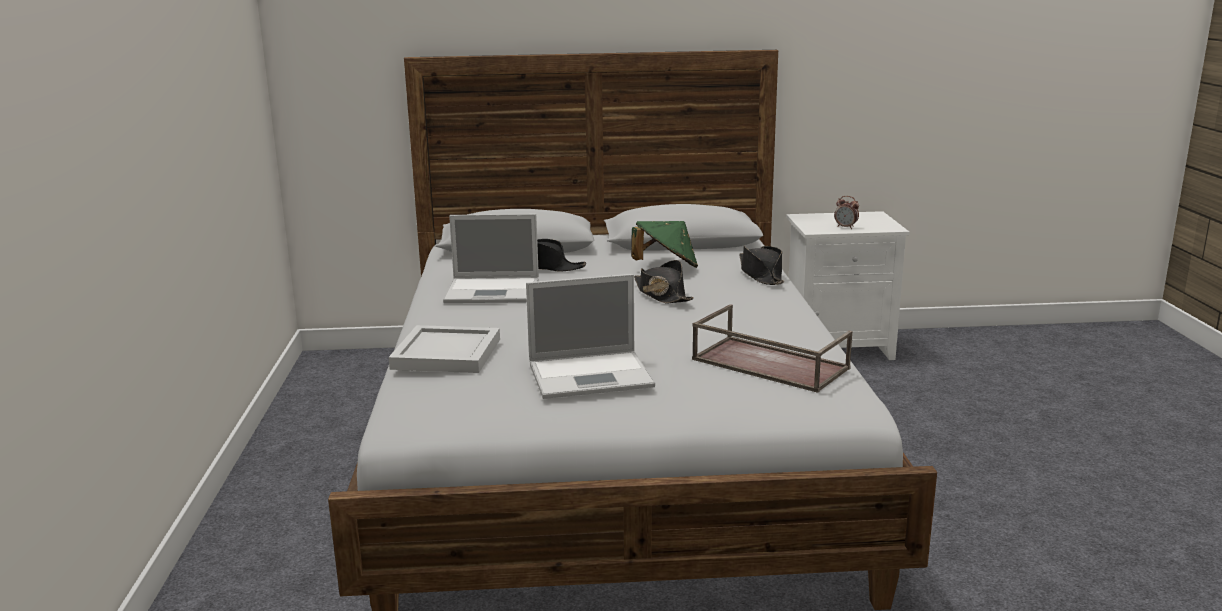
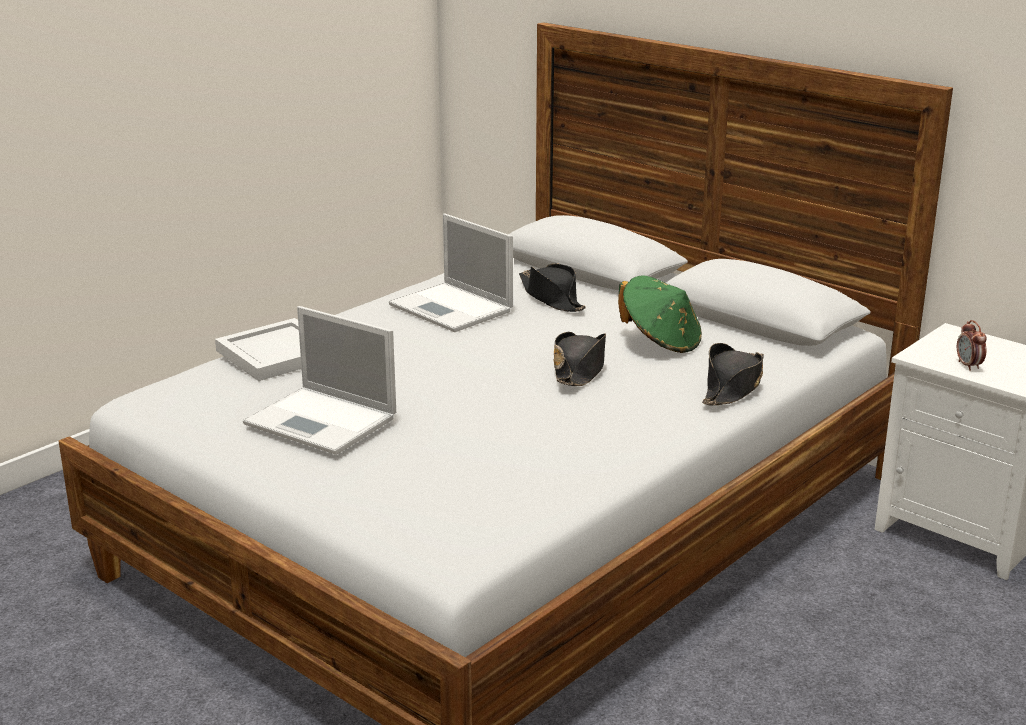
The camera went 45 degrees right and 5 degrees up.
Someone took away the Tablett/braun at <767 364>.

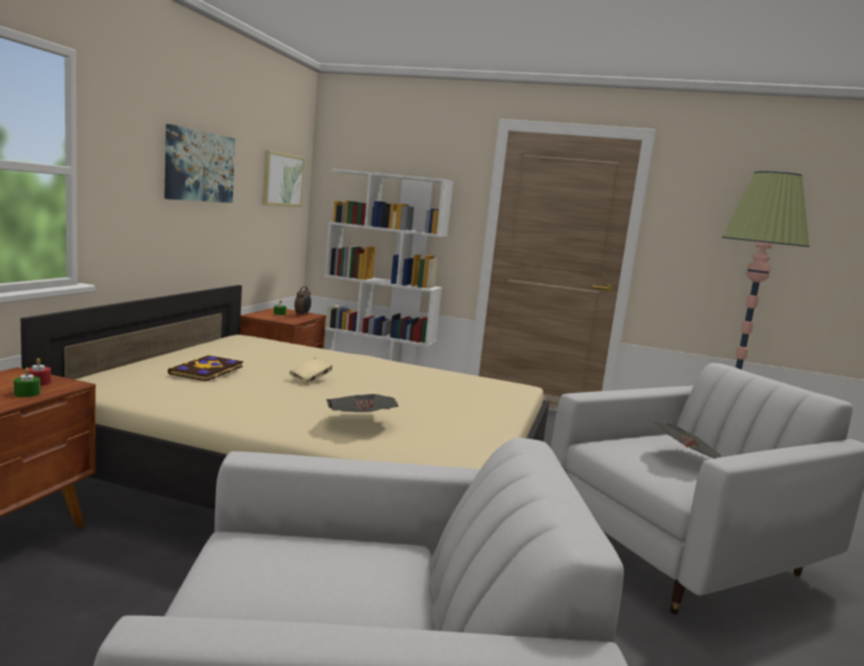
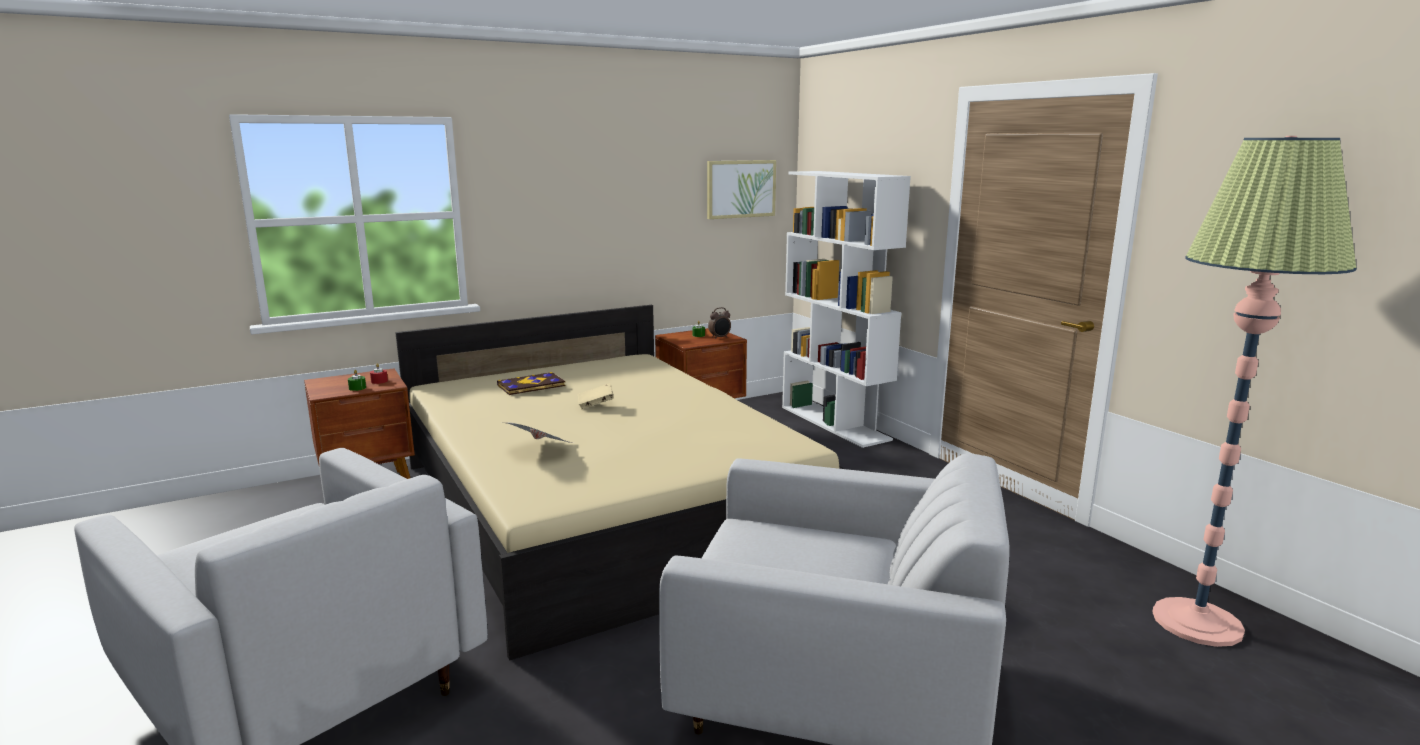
The camera went 45 degrees right and 5 degrees up.
Someone took away the Bild at <199 166>.
Someone took away the Zeitung at <687 460>.

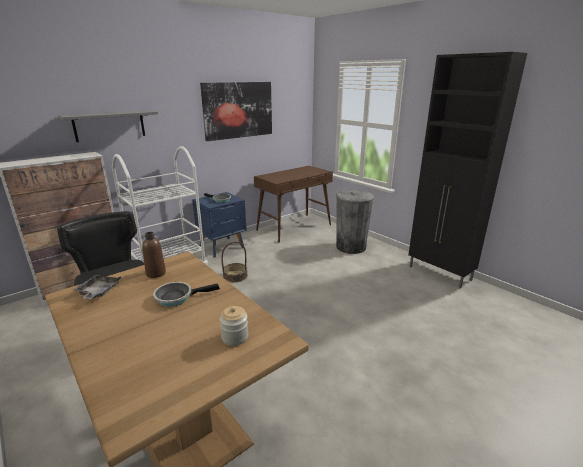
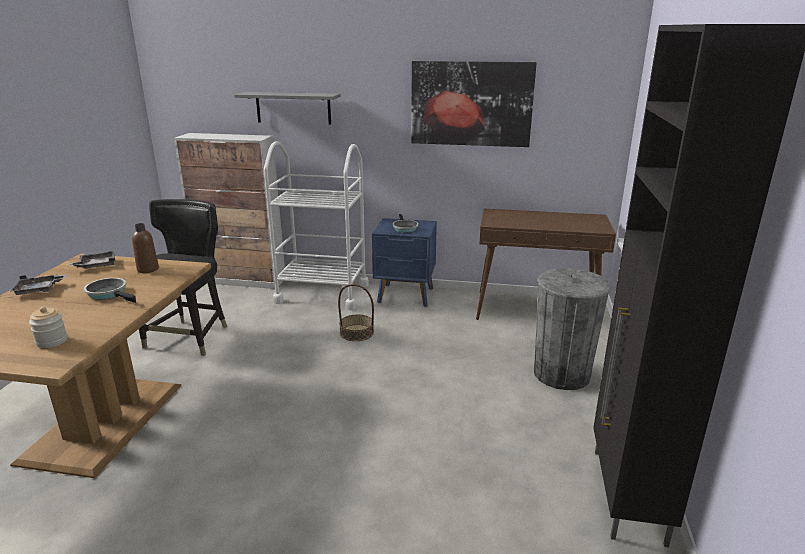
The camera went 50 degrees right and 0 degrees up.
Someone put down the Tablett/grau at <39 290>.

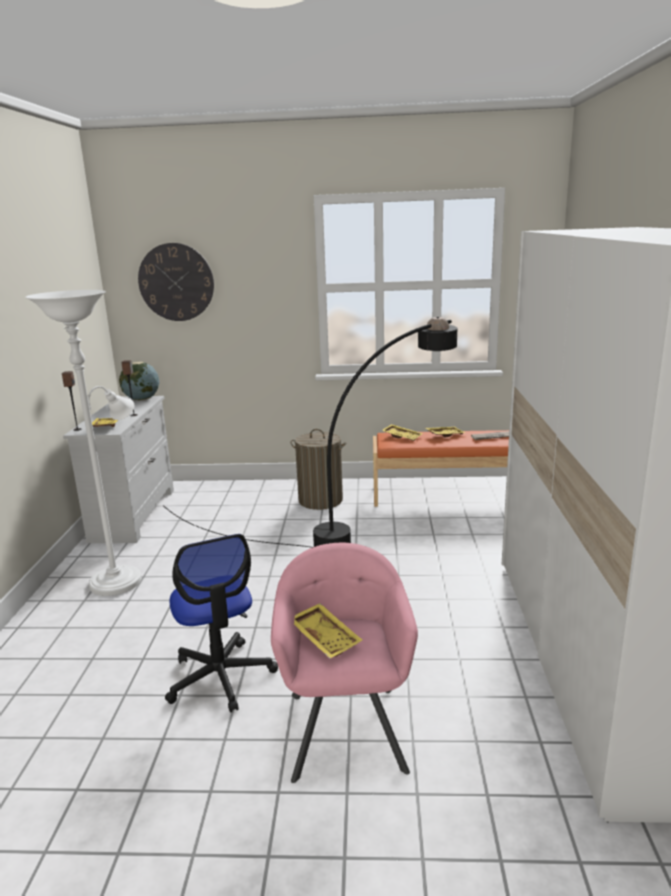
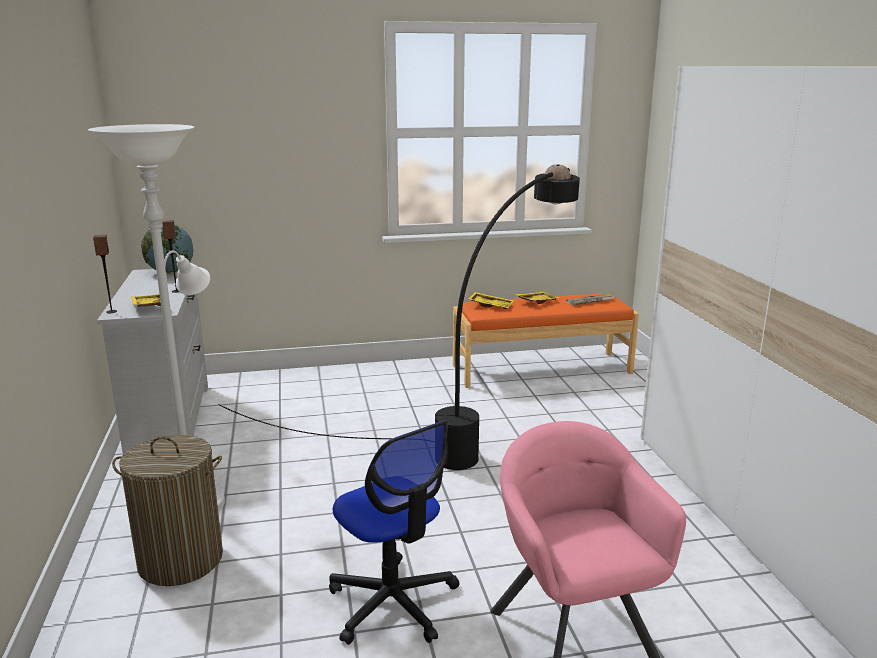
The camera went 15 degrees left and 0 degrees up.
Someone took away the Wanduhr at <176 282>.
Someone carried the Wäschekorb from <320 500> to <181 560>.
Someone took away the Tablett/gelb at <326 637>.

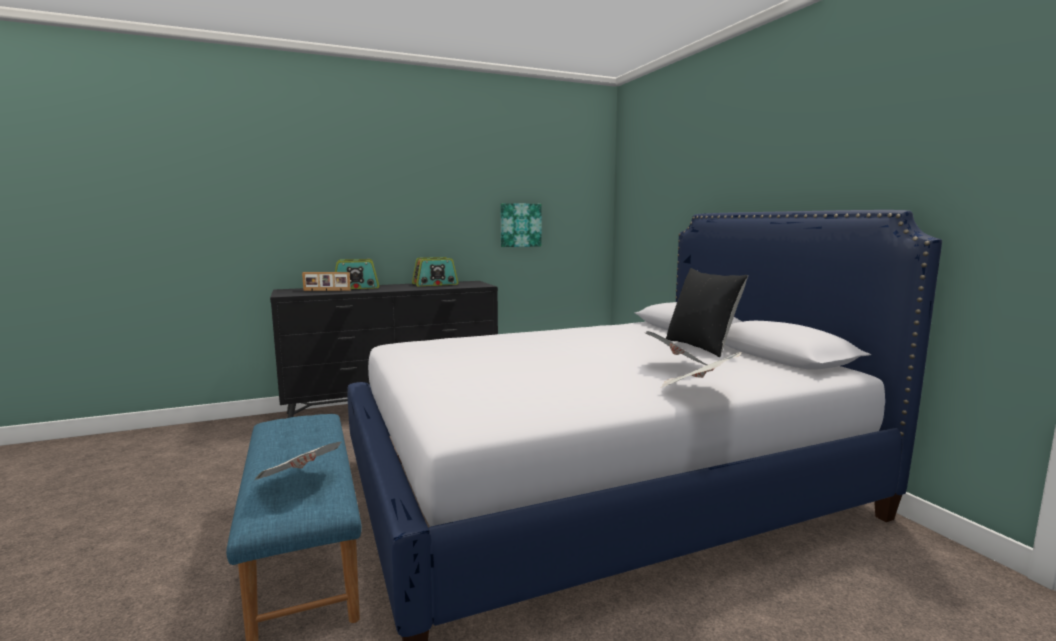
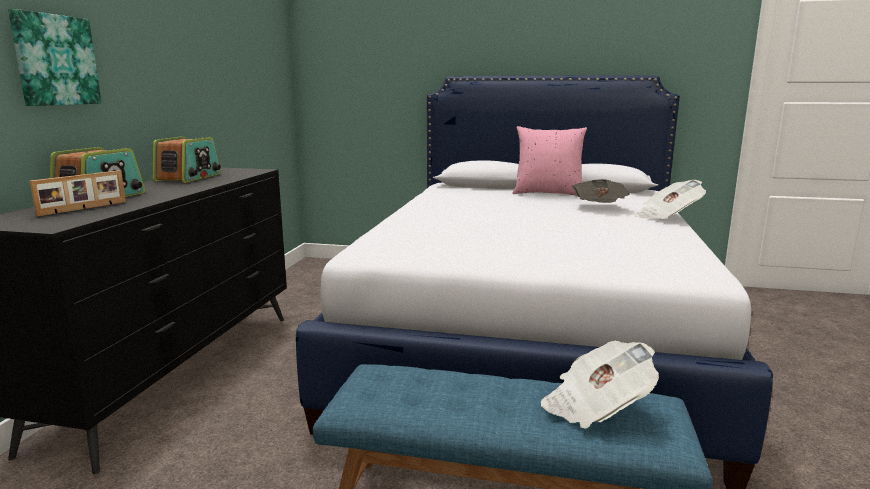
The camera went 55 degrees left and 5 degrees up.
Someone carried the Bild from <520 225> to <54 60>.
Someone repainted the Kissen/schwarz at <701 347>, which became the Kissen/rosa at <547 193>.

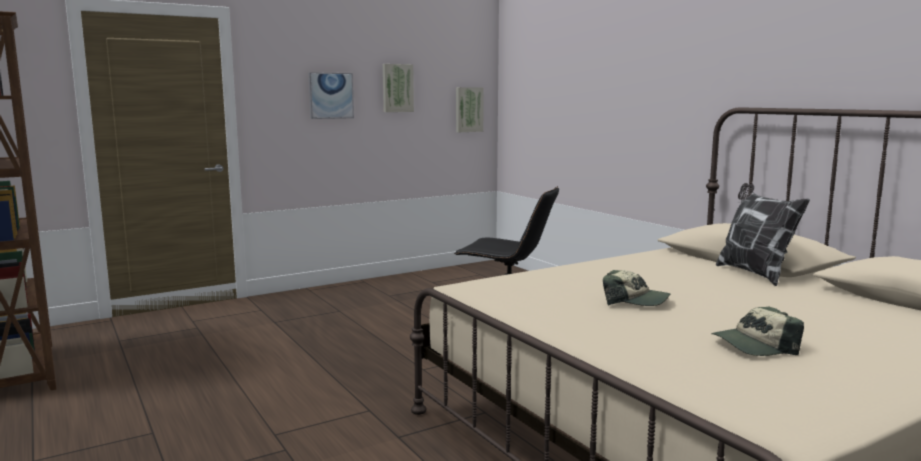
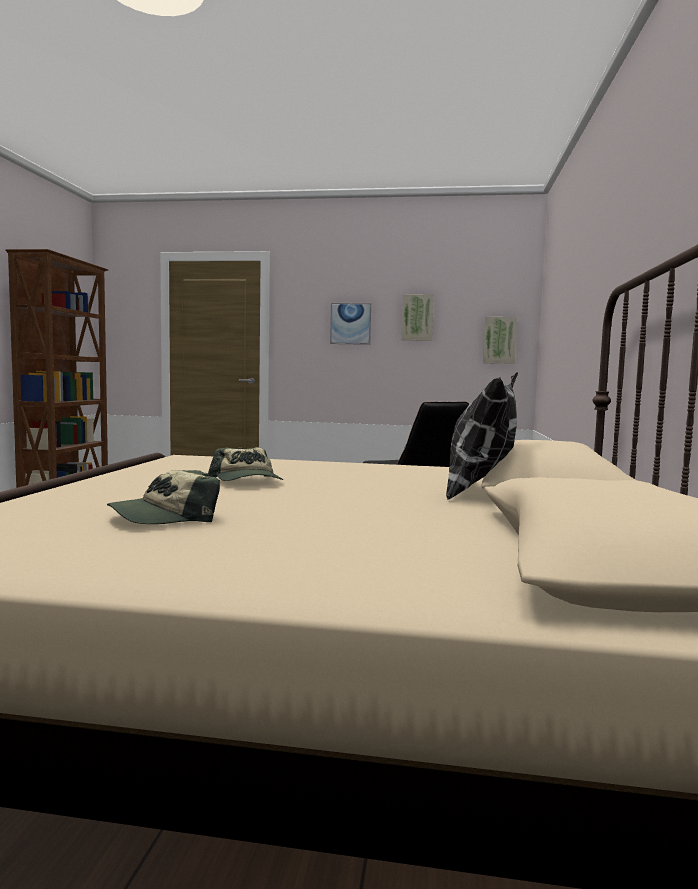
The camera went 40 degrees right and 5 degrees down.
Someone rotated the Kappe at <754 346> by 60 degrees counterclockwise.

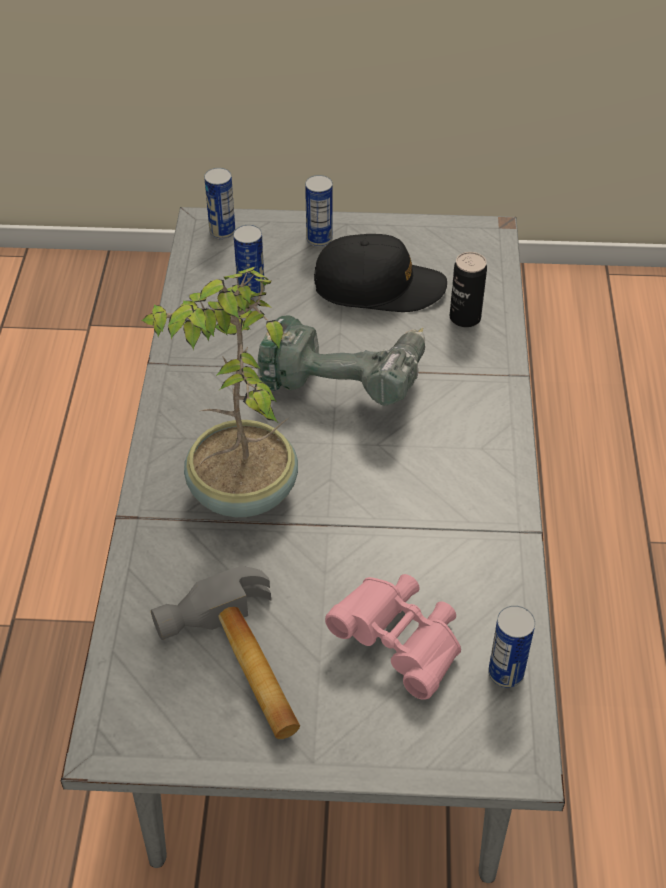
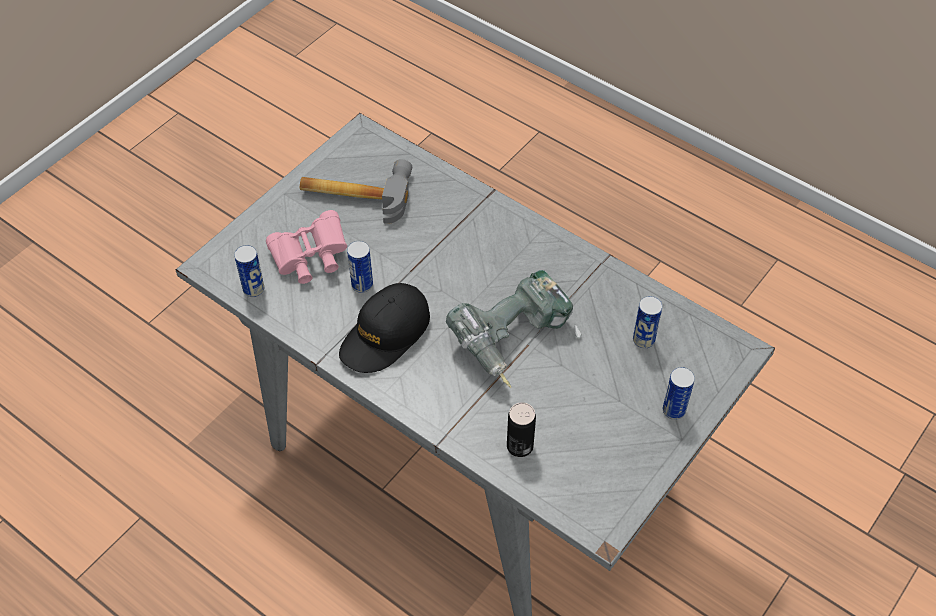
The camera went 125 degrees right and 5 degrees up.
Someone carried the Dose from <222 231> to <362 285>.
Someone carried the Kappe/schwarz from <378 287> to <385 335>.
Someone took away the Topfpflanze at <240 493>.

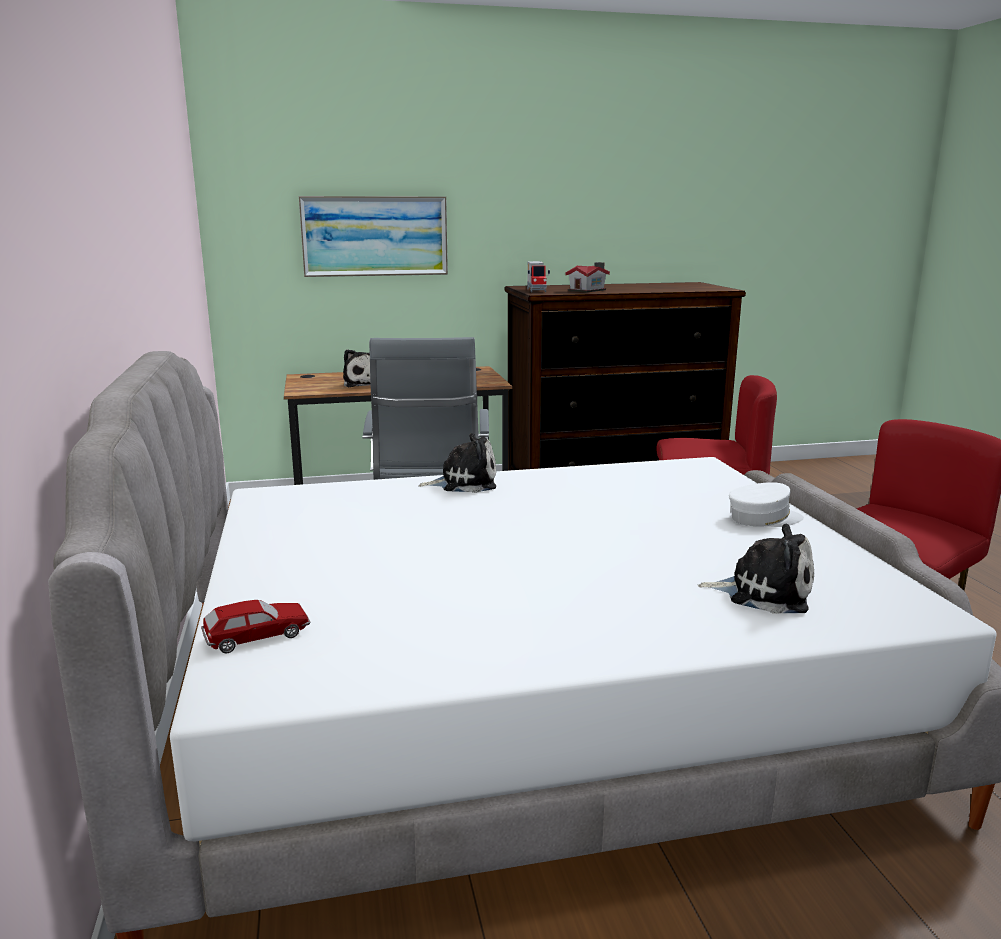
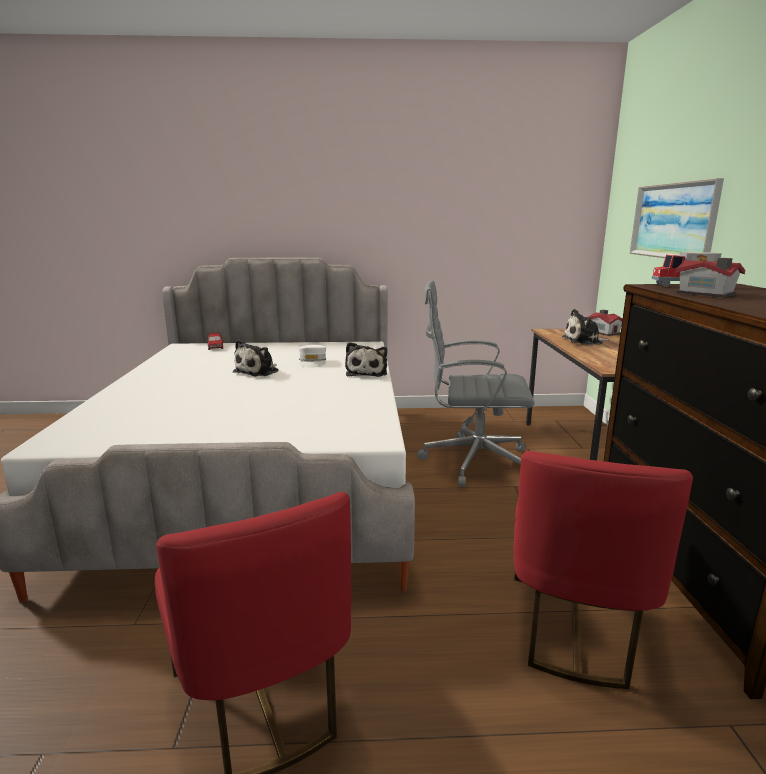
The camera went 100 degrees right and 0 degrees up.
Someone carried the Kappe/weiß from <764 518> to <312 362>.
Someone carried the Plüschtier from <764 592> to <258 371>.
Someone put down the Spielzeughaus at <604 332>.

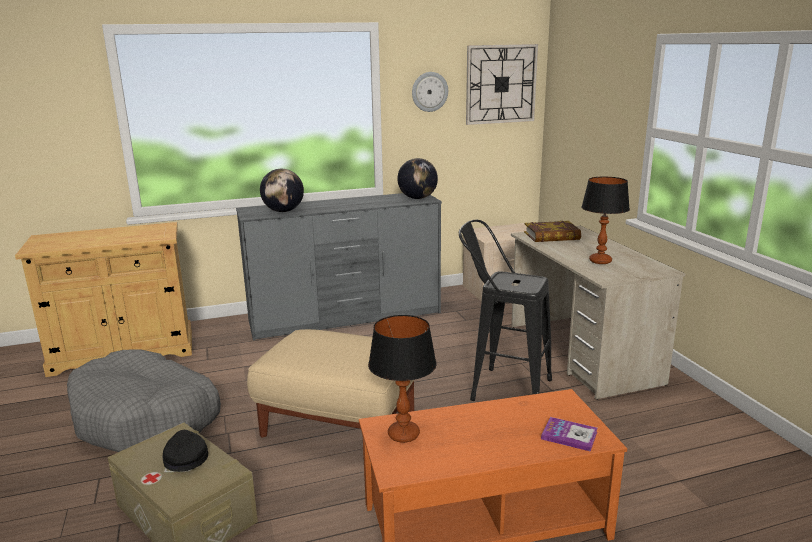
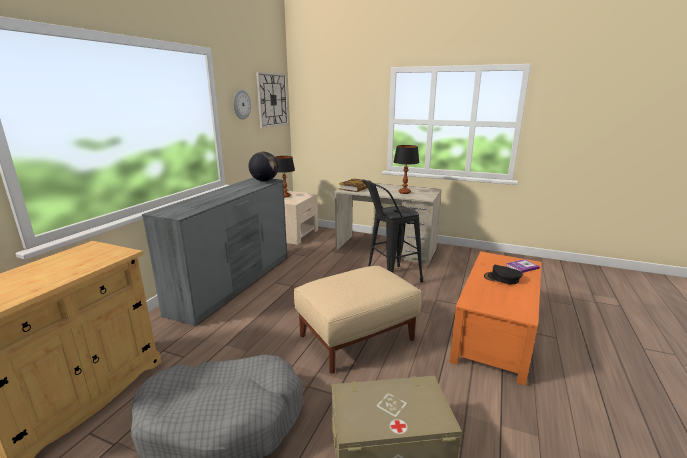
The camera went 50 degrees left and 0 degrees up.
Someone took away the Globus at <283 211>.
Someone carried the Tischlampe from <404 434> to <285 196>.
Someone carried the Kappe/schwarz from <185 456> to <502 278>.

